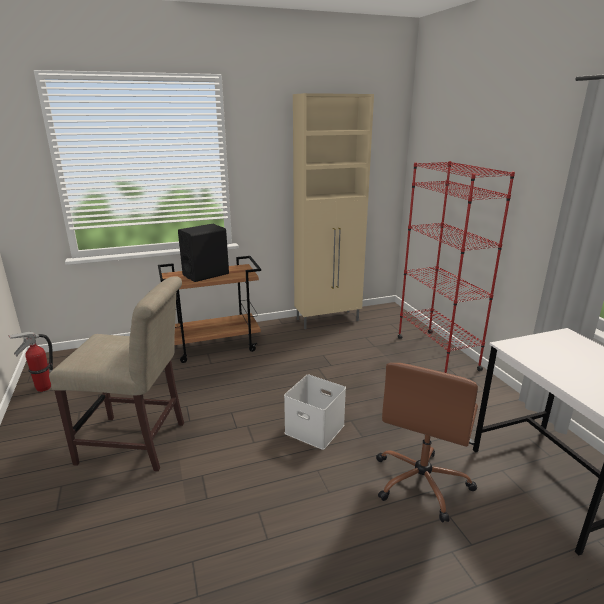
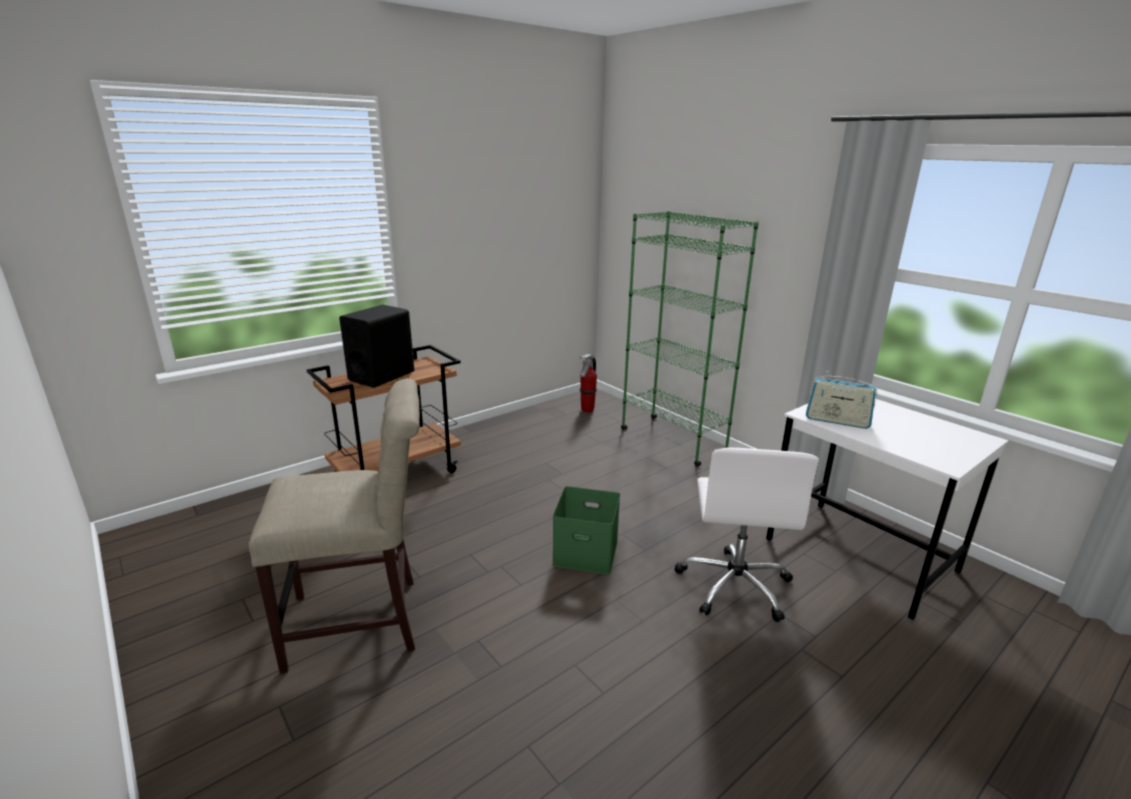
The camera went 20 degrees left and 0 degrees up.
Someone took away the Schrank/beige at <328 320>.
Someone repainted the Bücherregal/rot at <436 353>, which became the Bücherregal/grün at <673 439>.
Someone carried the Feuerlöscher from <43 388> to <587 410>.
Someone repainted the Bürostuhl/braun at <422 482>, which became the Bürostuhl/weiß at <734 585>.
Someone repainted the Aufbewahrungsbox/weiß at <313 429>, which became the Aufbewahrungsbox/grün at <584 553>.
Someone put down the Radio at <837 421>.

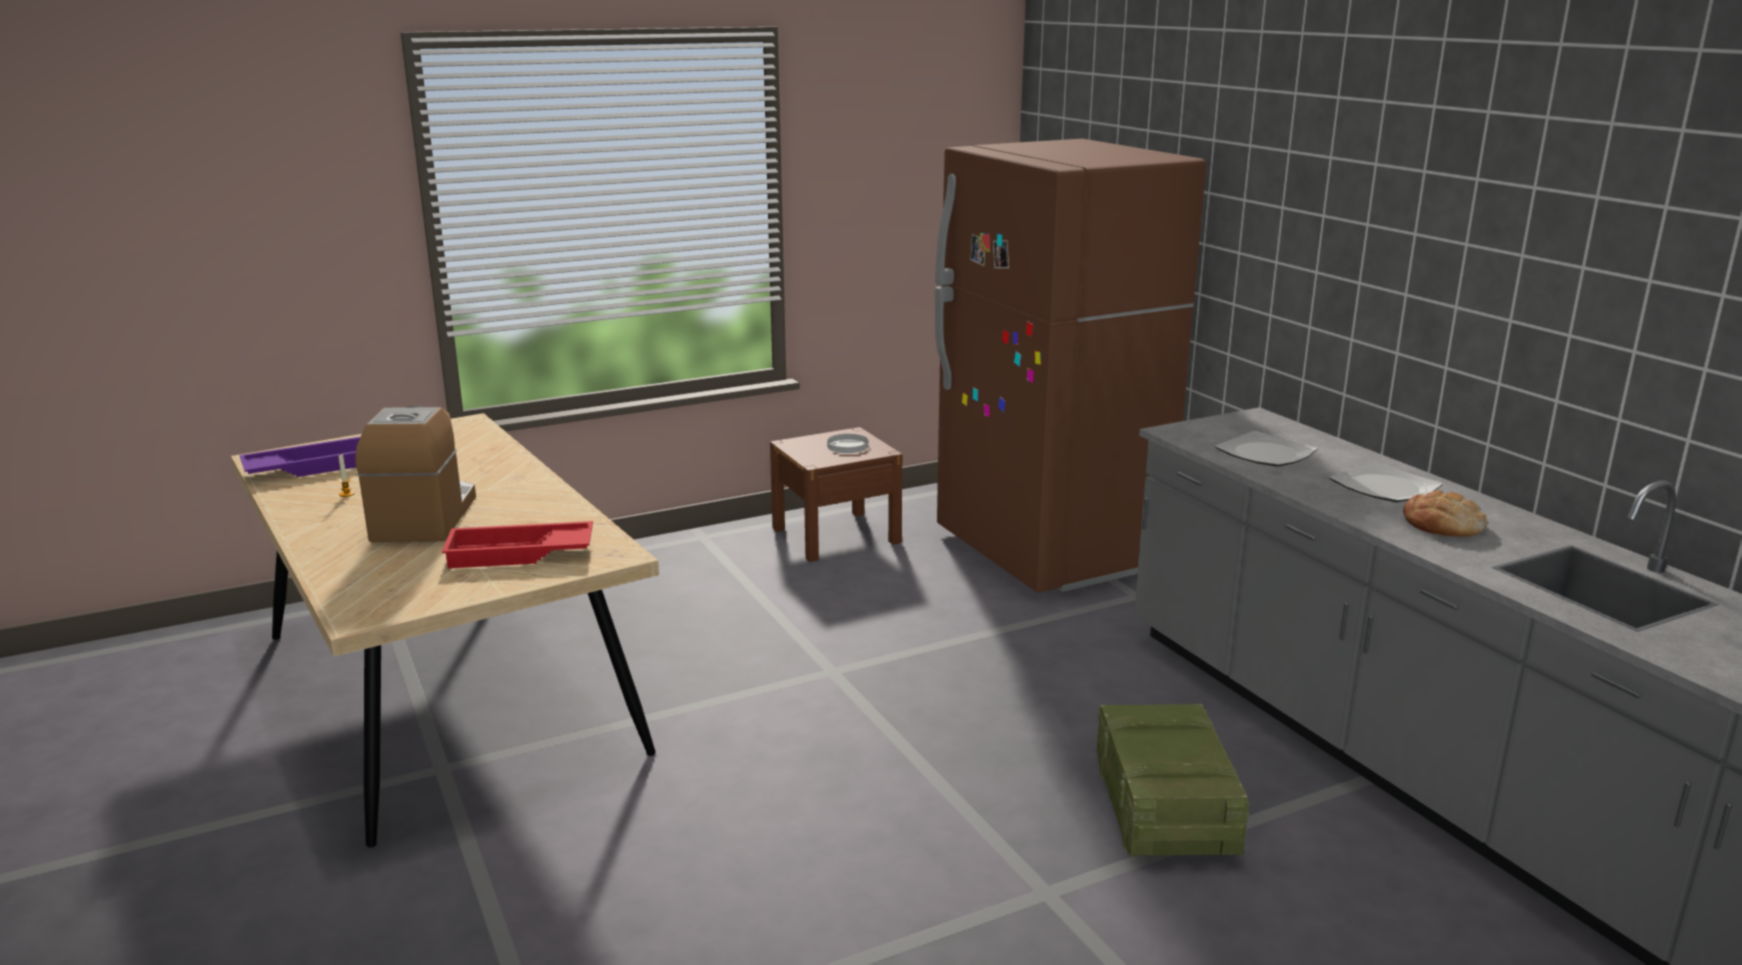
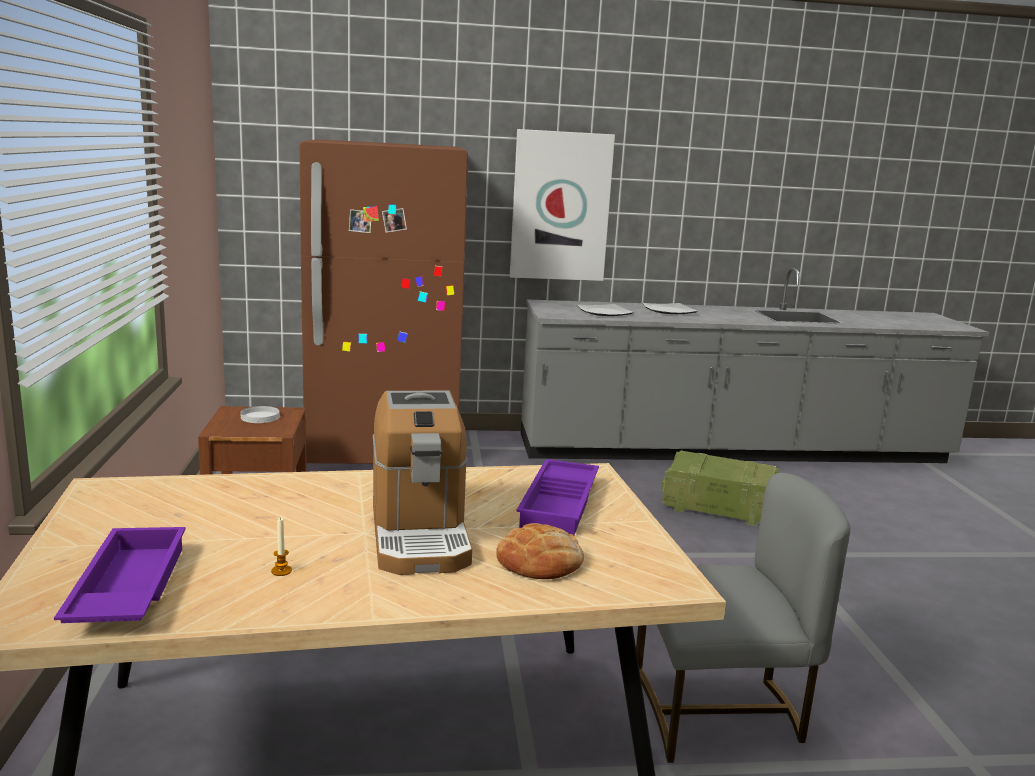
The camera went 70 degrees left and 5 degrees down.
Someone rotated the Kaffeemaschine at <424 518> by 120 degrees counterclockwise.
Someone carried the Brot from <1443 524> to <540 561>.
Someone repainted the Tablett/rot at <519 554>, which became the Tablett/lila at <561 505>.
Someone put up the Bild at <560 206>.
Someone put down the Stuhl/grau at <719 712>.

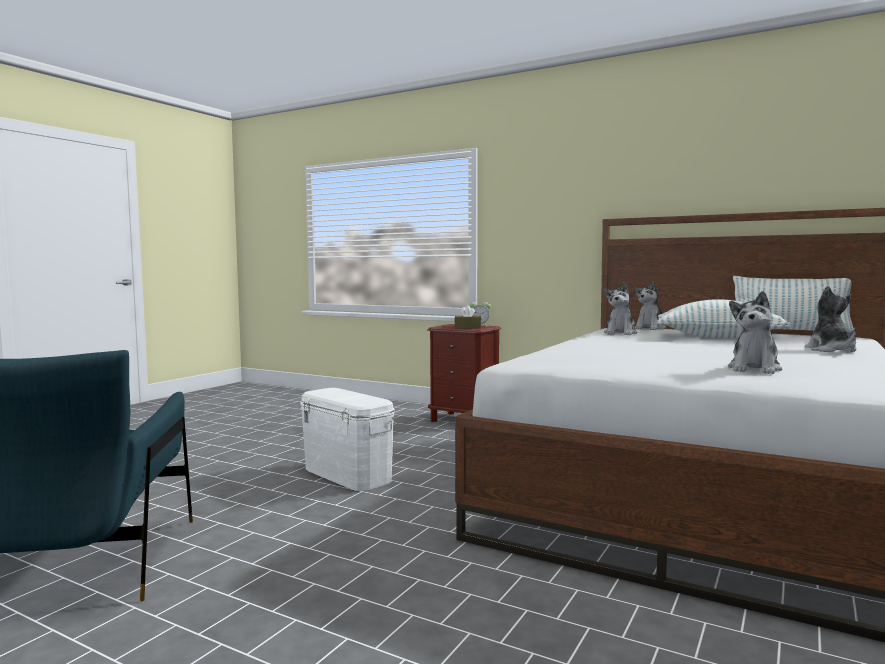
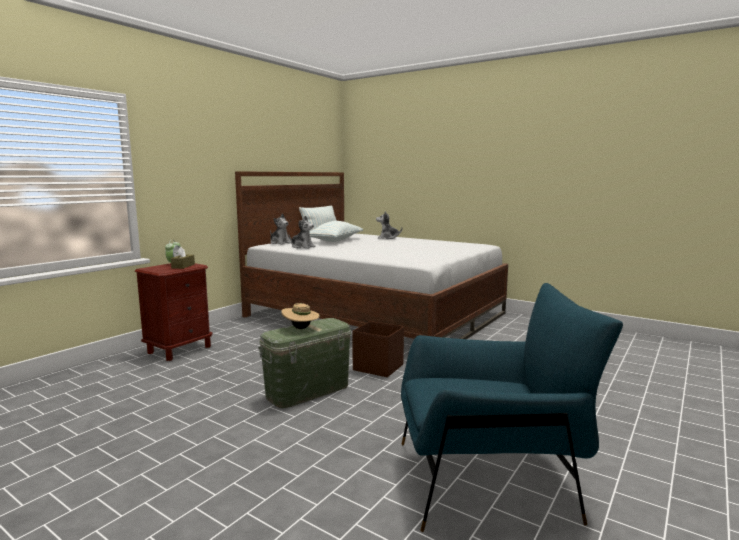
The camera went 85 degrees left and 5 degrees up.
Someone took away the Plüschtier at <754 369>.
Someone repainted the Aufbewahrungsbox/weiß at <347 474>, which became the Aufbewahrungsbox/grün at <308 391>.
Someone put down the Hut/beige at <301 328>.
Someone put down the Aufbewahrungsbox/braun at <377 367>.

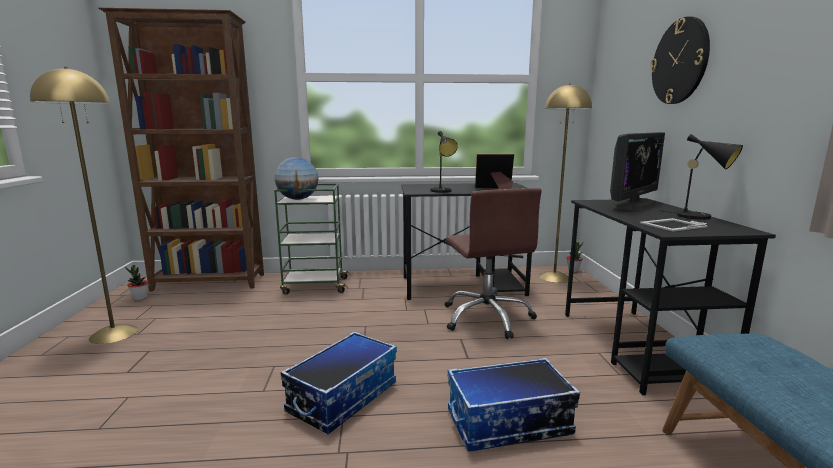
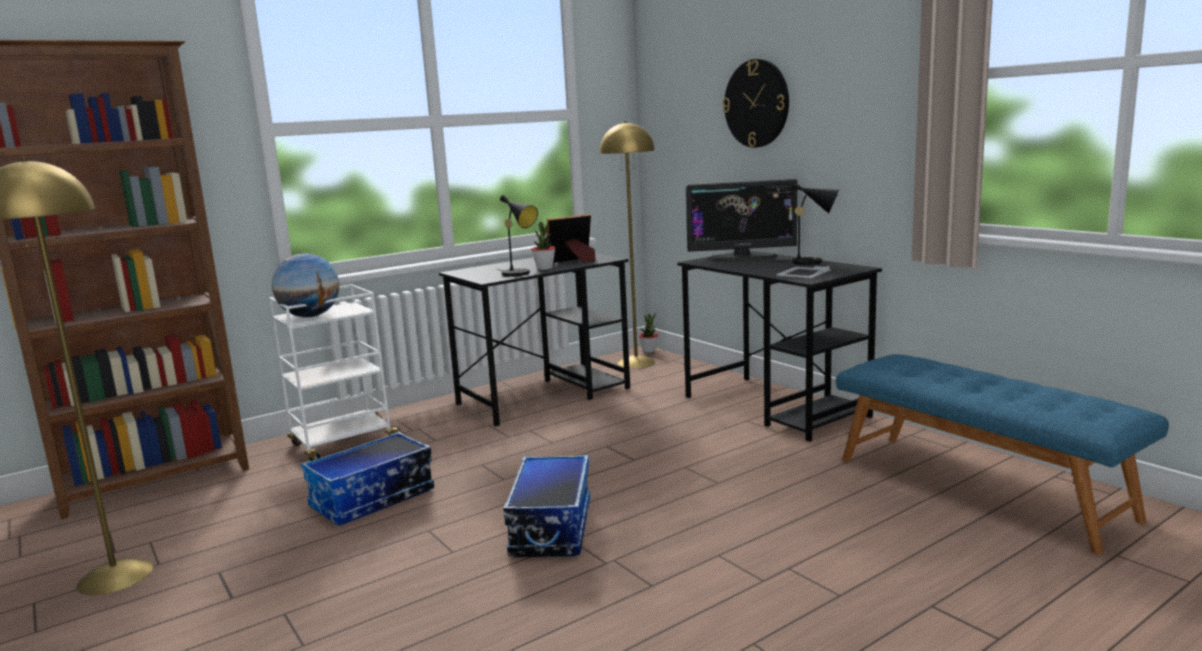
The camera went 30 degrees left and 0 degrees up.
Someone rotated the Monitor at <633 204> by 75 degrees clockwise.
Someone repainted the Rollwagen/grün at <314 286>, which became the Rollwagen/weiß at <343 443>.
Someone took away the Bürostuhl/braun at <487 317>.
Someone carried the Topfpflanze from <140 298> to <544 268>.
Someone carried the Aufbewahrungsbox from <508 424> to <372 499>.

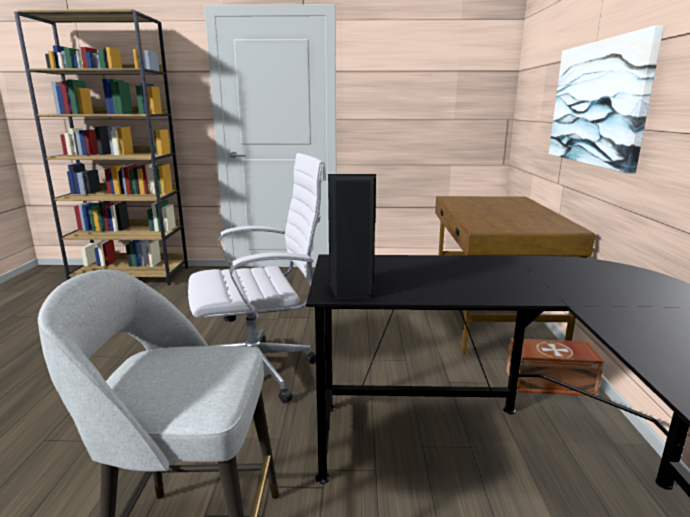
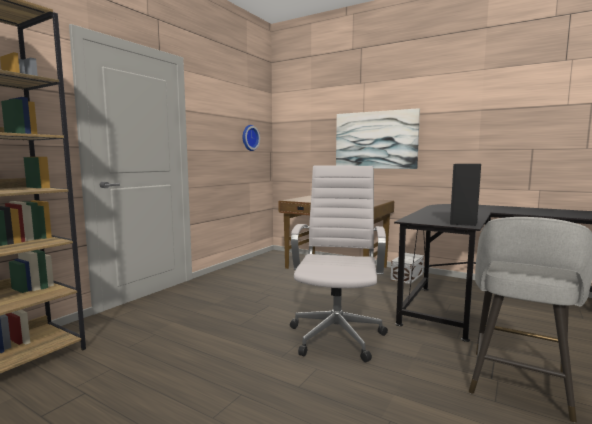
The camera went 60 degrees left and 10 degrees down.
Someone repainted the Aufbewahrungsbox/braun at <551 383>, which became the Aufbewahrungsbox/weiß at <408 276>.
Someone put up the Wanduhr at <249 138>.

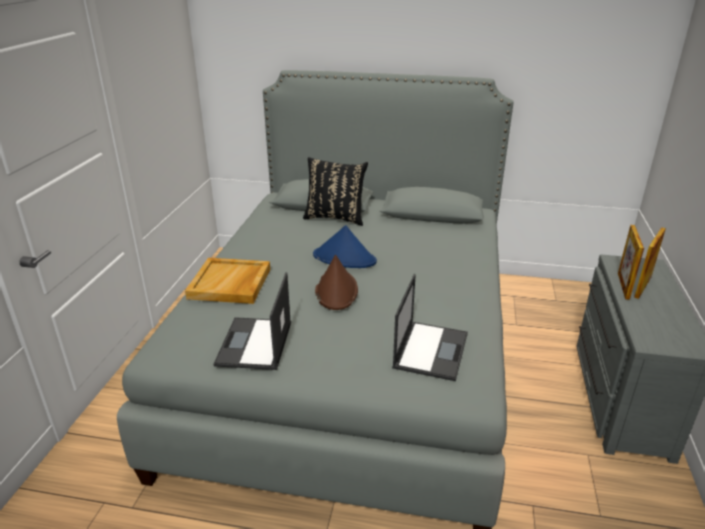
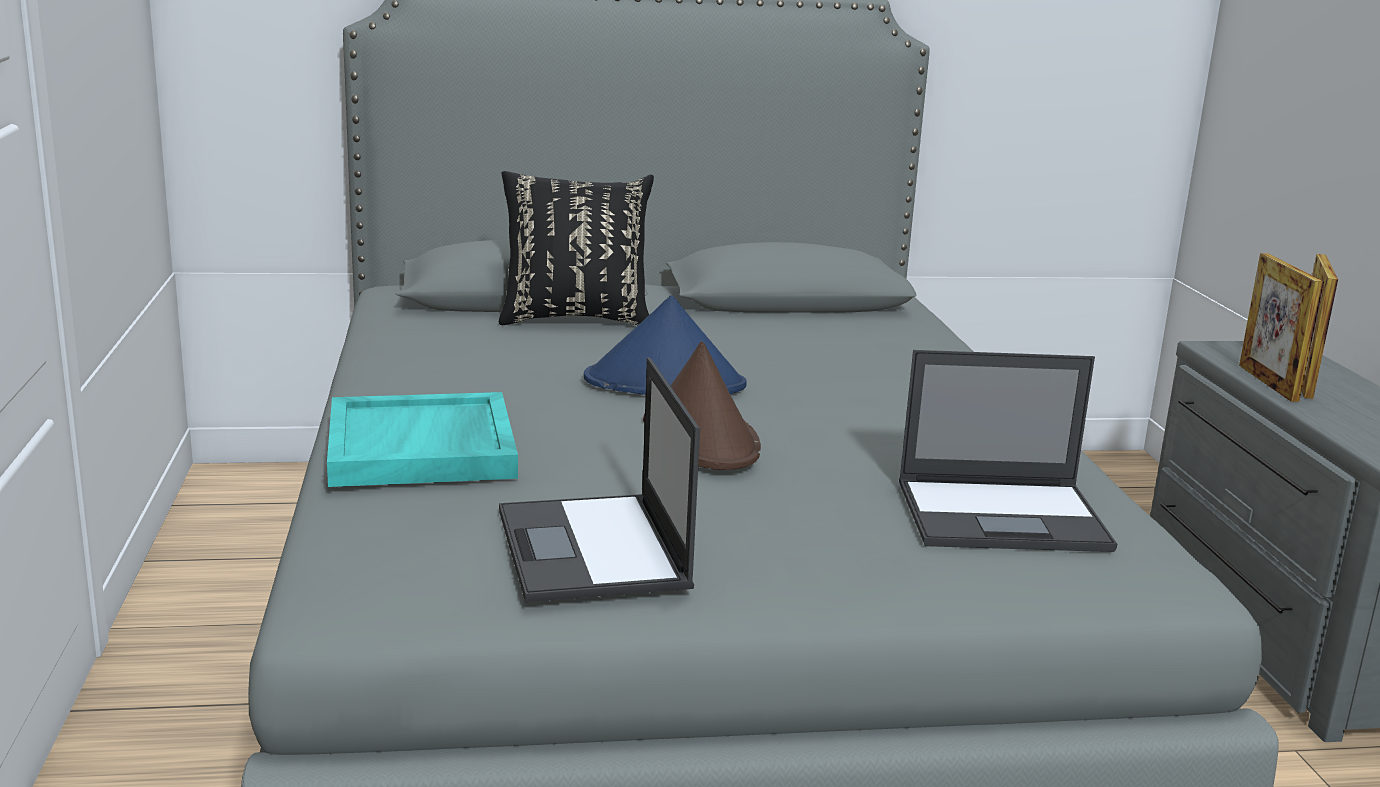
The camera went 20 degrees left and 10 degrees down.
Someone repainted the Tablett/beige at <230 283>, which became the Tablett/türkis at <423 448>.
Someone rotated the Laptop at <430 350> by 90 degrees clockwise.

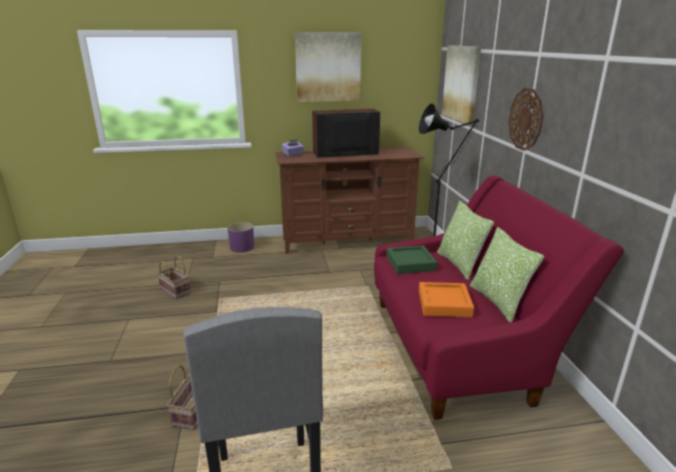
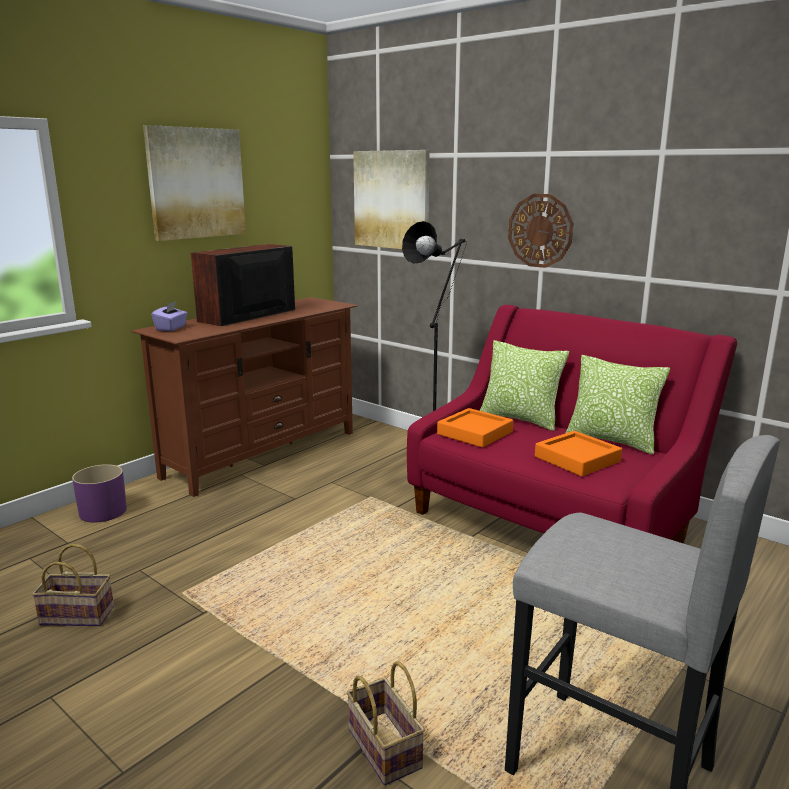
The camera went 40 degrees left and 5 degrees down.
Someone repainted the Tablett/grün at <410 263>, which became the Tablett/orange at <475 433>.

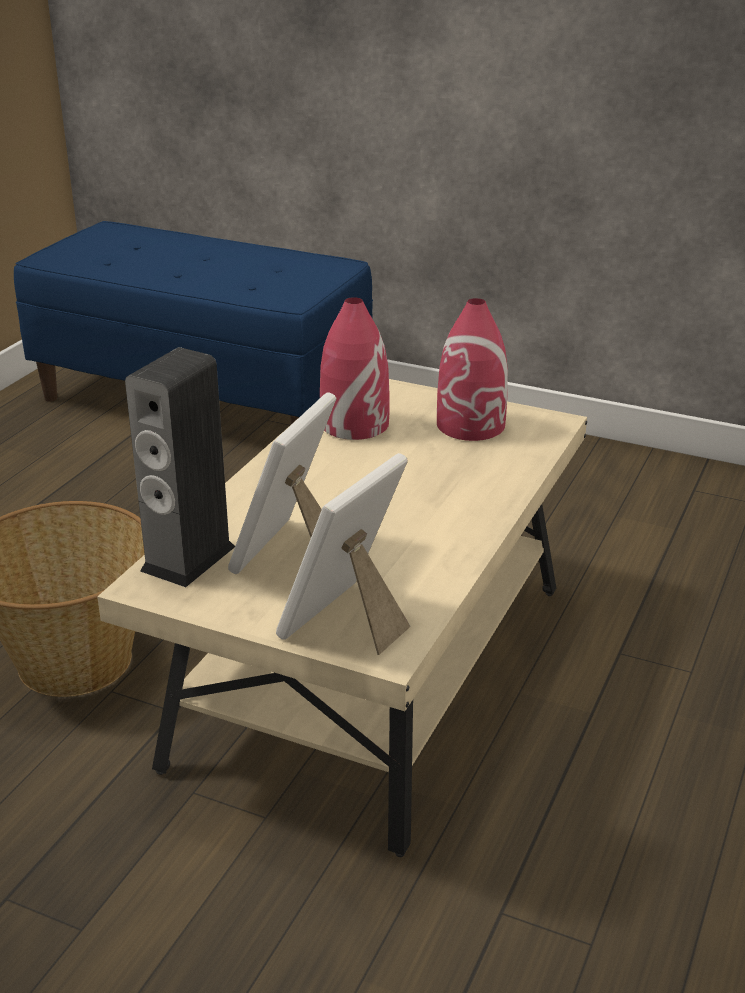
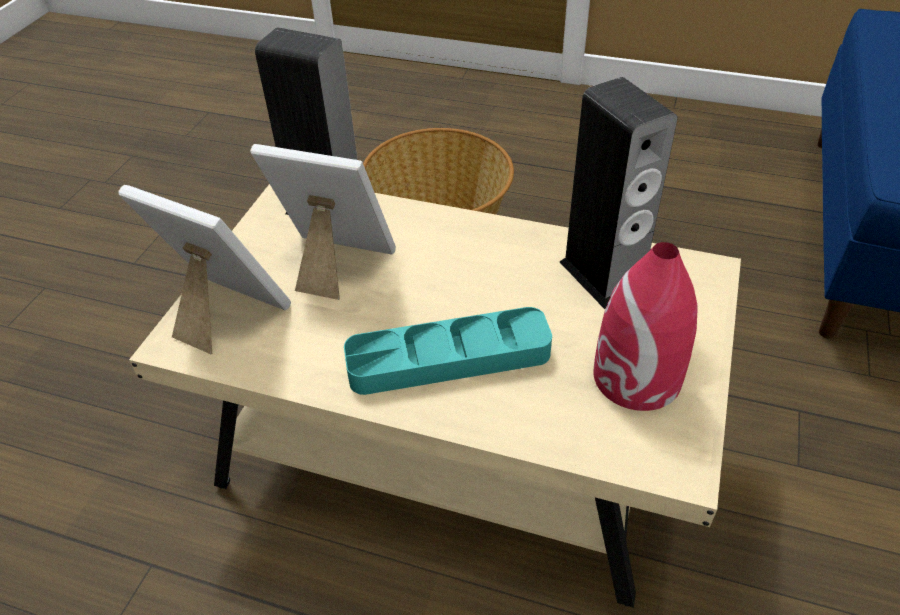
The camera went 85 degrees right and 15 degrees up.
Someone swapped the Vase/rot at <354 424> for the Lautsprecher at <602 275>.
Someone put down the Tablett/türkis at <448 358>.

